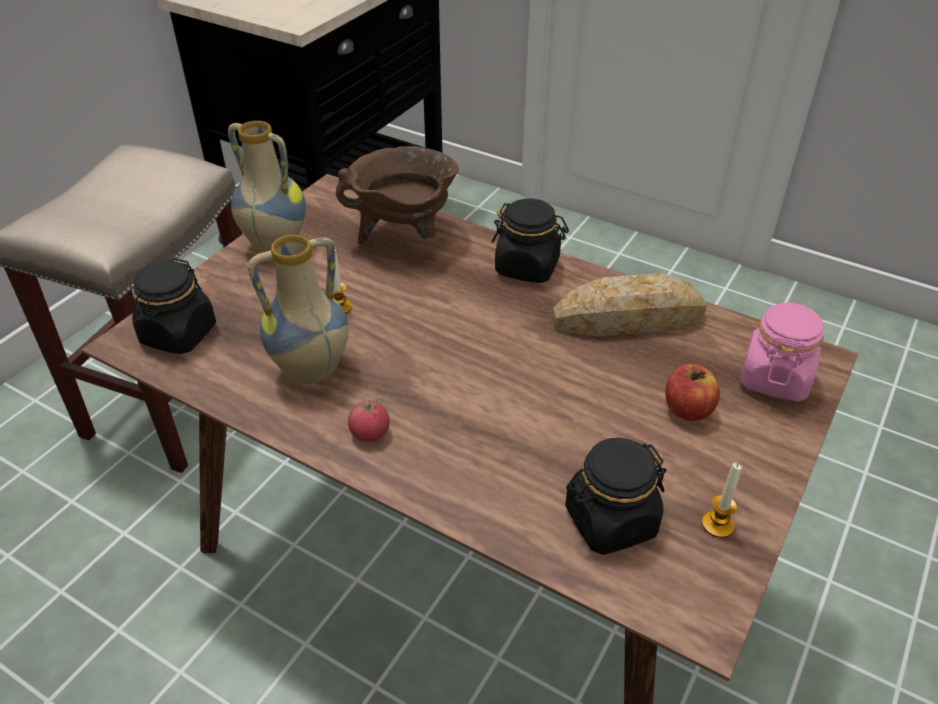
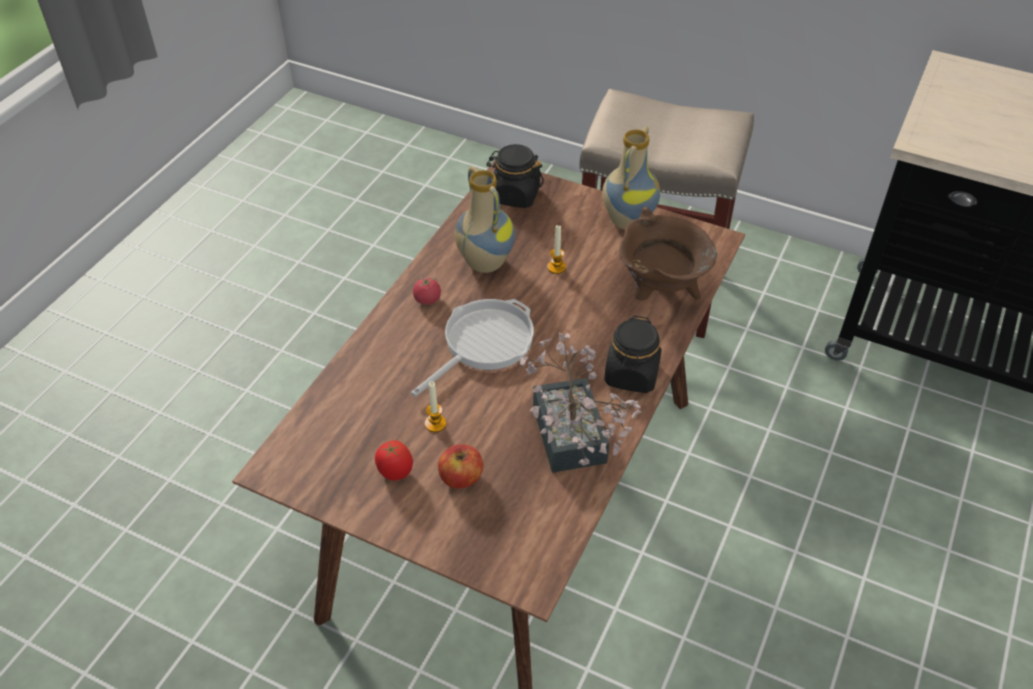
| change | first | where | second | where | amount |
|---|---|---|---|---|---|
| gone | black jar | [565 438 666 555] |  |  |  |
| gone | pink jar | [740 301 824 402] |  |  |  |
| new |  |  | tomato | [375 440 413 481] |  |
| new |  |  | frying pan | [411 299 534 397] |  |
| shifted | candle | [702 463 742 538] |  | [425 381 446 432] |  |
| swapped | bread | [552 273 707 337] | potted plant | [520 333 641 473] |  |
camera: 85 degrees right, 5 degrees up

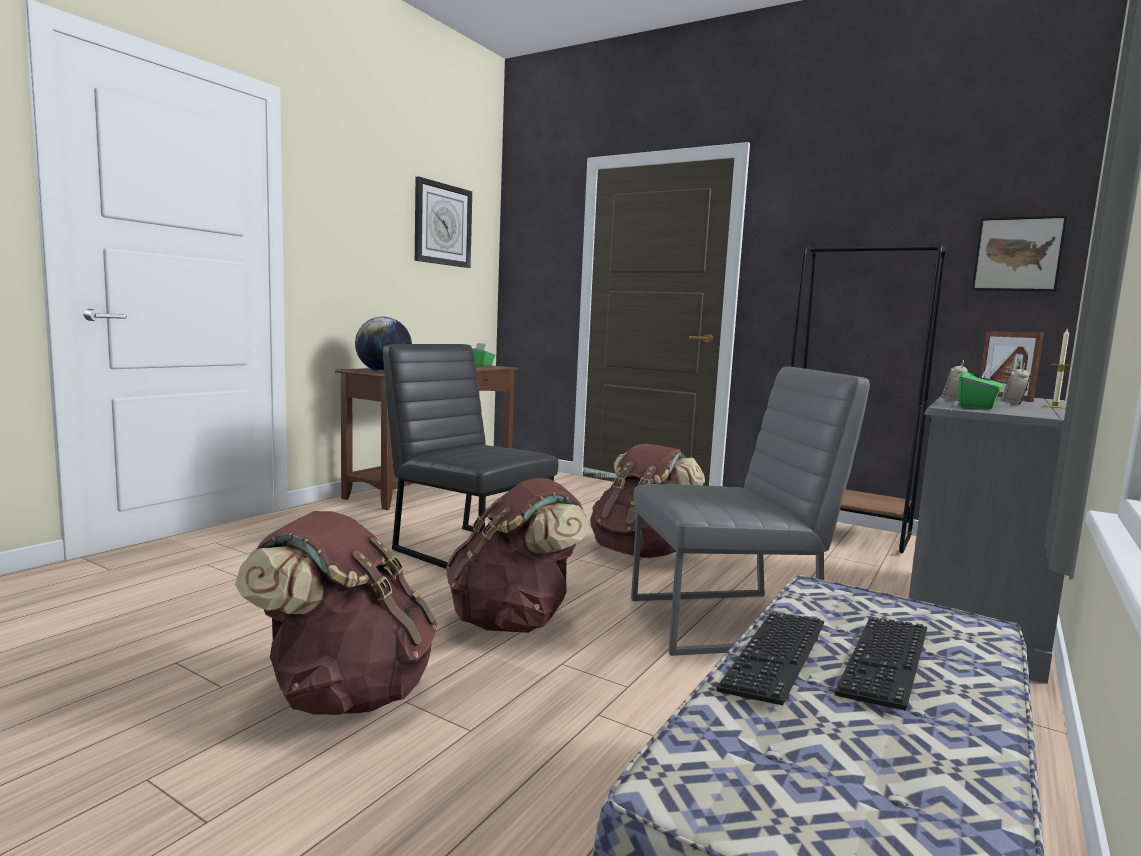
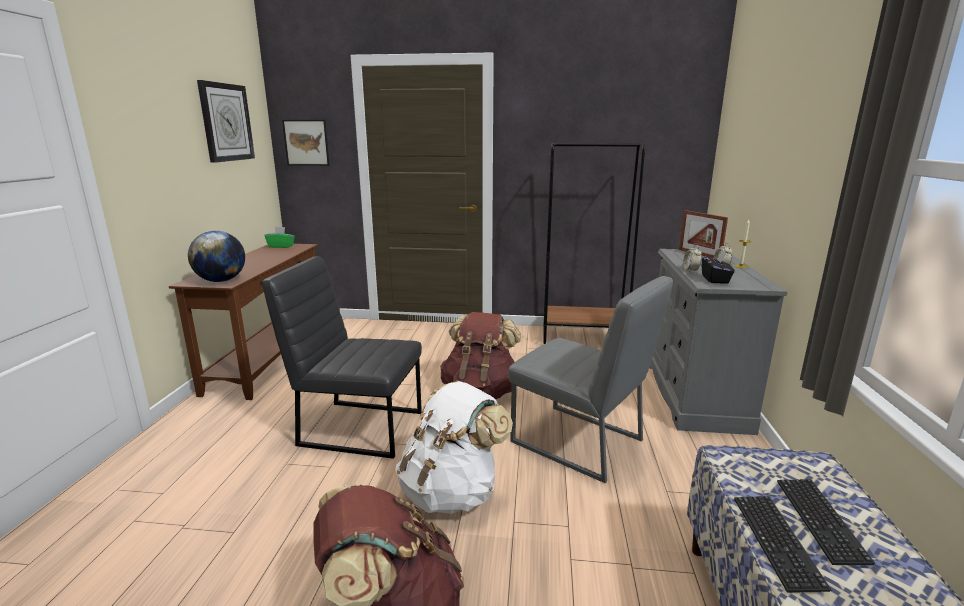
| change | first | where | second | where | amount |
|---|---|---|---|---|---|
| shifted | picture | [972 215 1068 291] |  | [282 120 330 166] |  |
| repainted | brown backpack | [446 478 589 633] | white backpack | [395 381 513 514] |  |
| repainted | green tissue box | [958 363 1003 409] | black tissue box | [702 252 735 284] |  |
| rotated | grey chair | [631 366 870 656] |  | [508 276 673 483] | 75 degrees clockwise |
camera: 25 degrees left, 10 degrees up

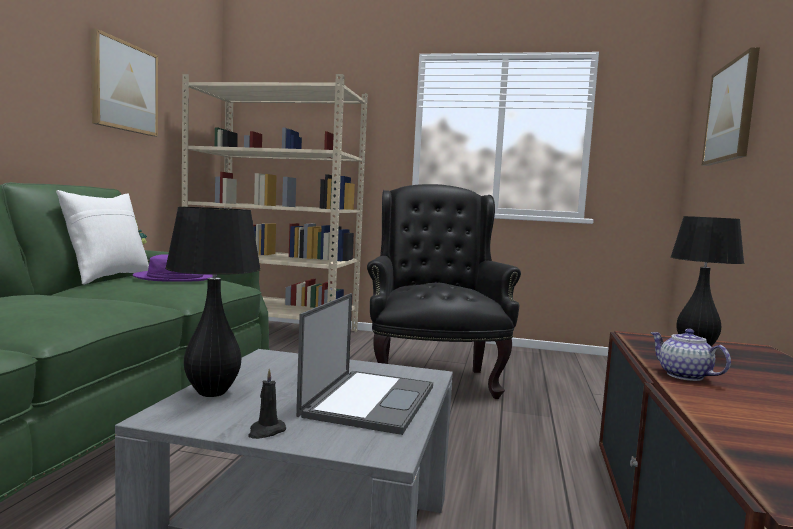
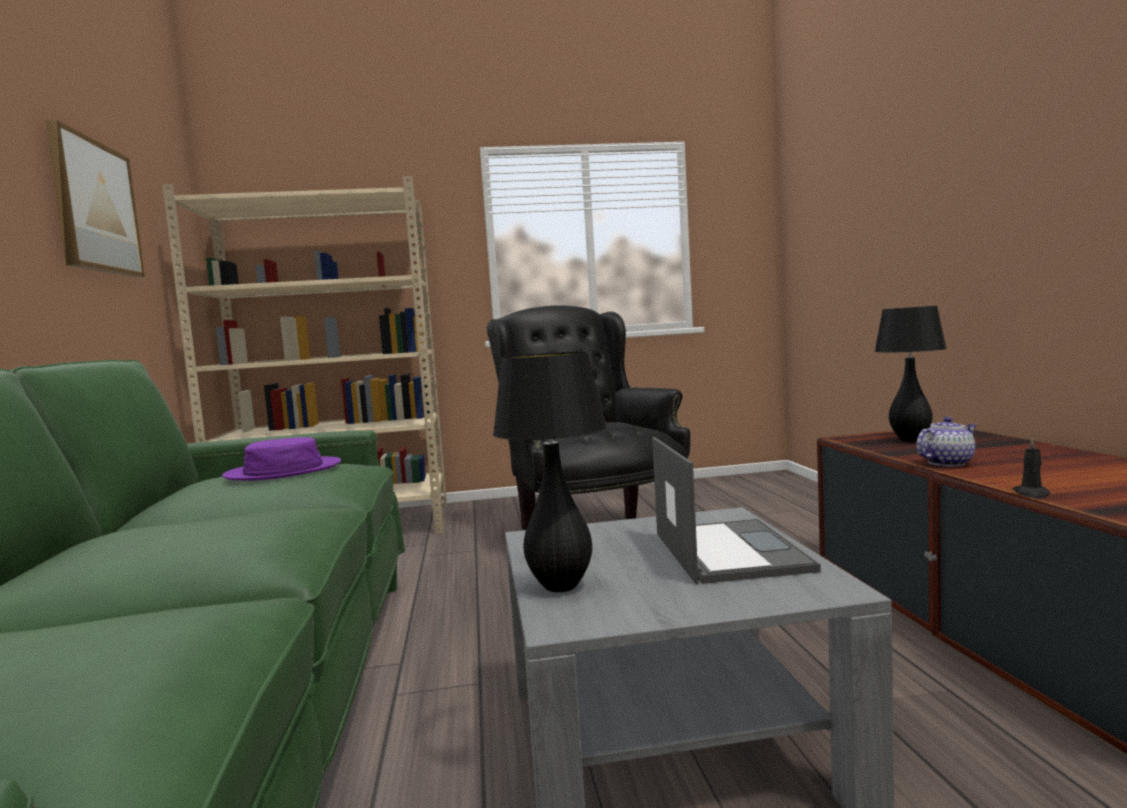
| change | first | where | second | where | amount |
|---|---|---|---|---|---|
| gone | white pillow | [56 190 149 285] |  |  |  |
| gone | picture | [702 47 760 166] |  |  |  |
| shifted | black candle | [248 369 286 439] |  | [1012 437 1050 498] |  |
| rotated | teapot | [650 329 731 381] |  | [916 417 977 467] | 120 degrees clockwise |
camera: 20 degrees left, 0 degrees up

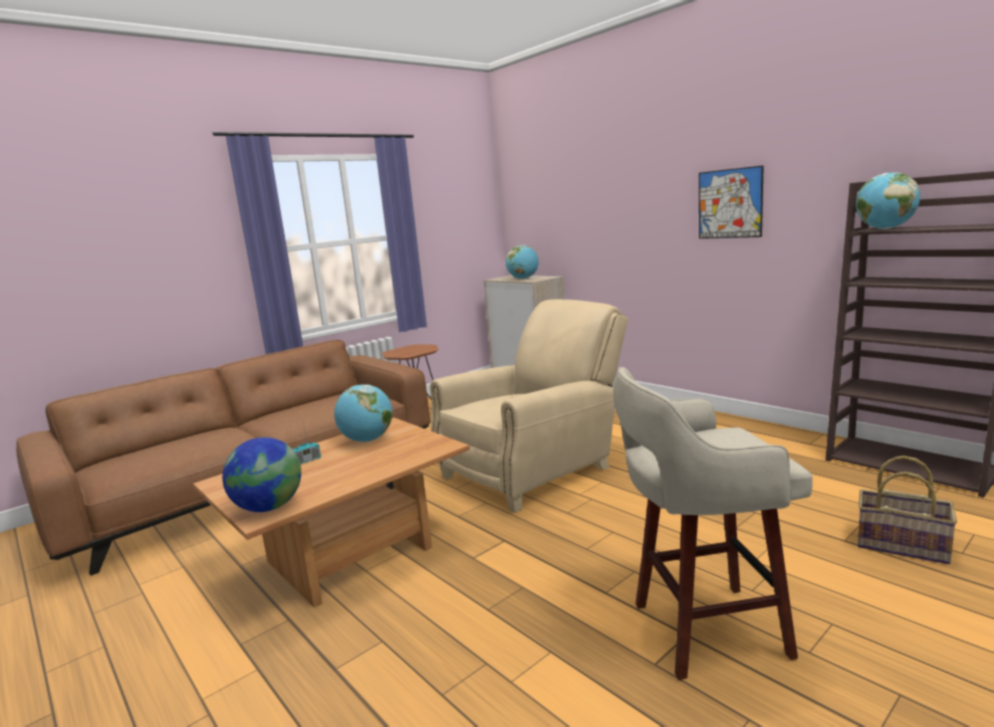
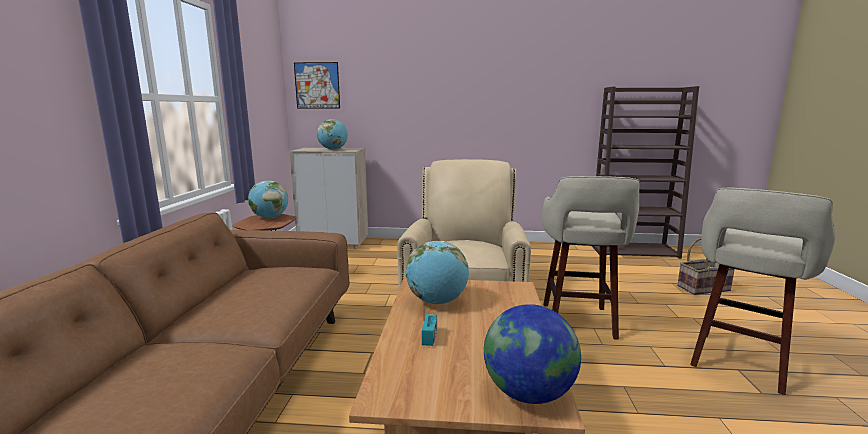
| change | first | where | second | where | amount |
|---|---|---|---|---|---|
| new |  |  | beige stool | [542 176 640 340] |  |
| shifted | picture | [699 165 764 239] |  | [294 62 340 109] |  |
| shifted | globe | [856 172 920 229] |  | [248 180 288 218] |  |
camera: 45 degrees left, 0 degrees up

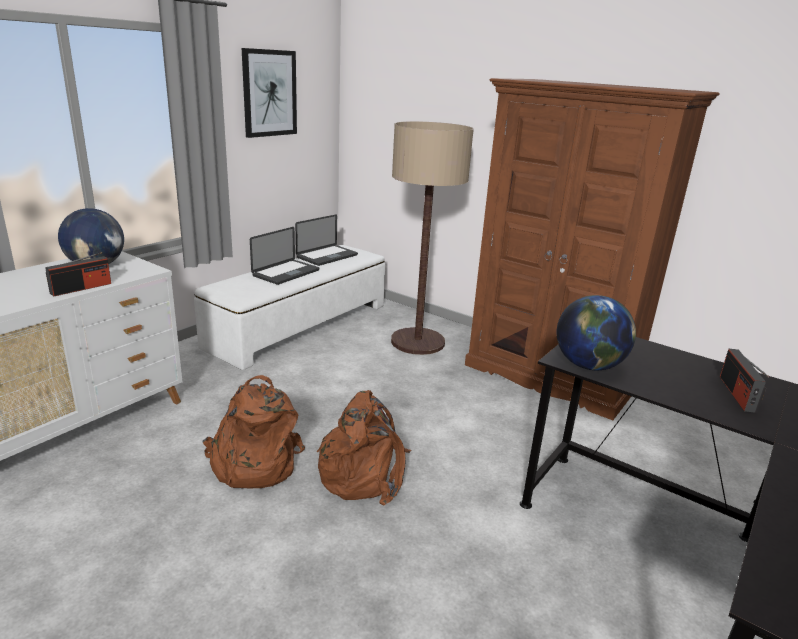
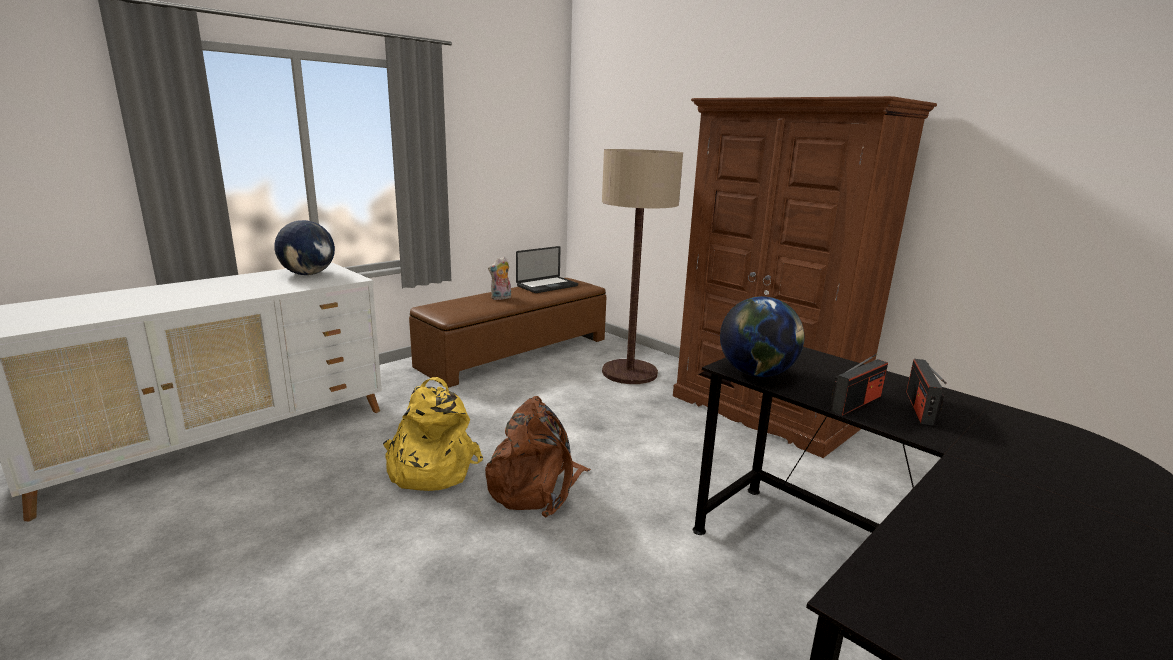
| change | first | where | second | where | amount |
|---|---|---|---|---|---|
| gone | picture | [242 48 297 138] |  |  |  |
| shifted | radio | [45 252 111 296] |  | [829 354 888 416] |  |
| swapped | laptop | [250 227 319 285] | plush toy | [488 257 511 300] |  |
| repainted | white bench | [194 245 385 370] | brown bench | [409 278 606 388] |  |
| repainted | brown backpack | [202 375 305 488] | yellow backpack | [383 377 483 491] |  |
camera: 10 degrees right, 5 degrees down

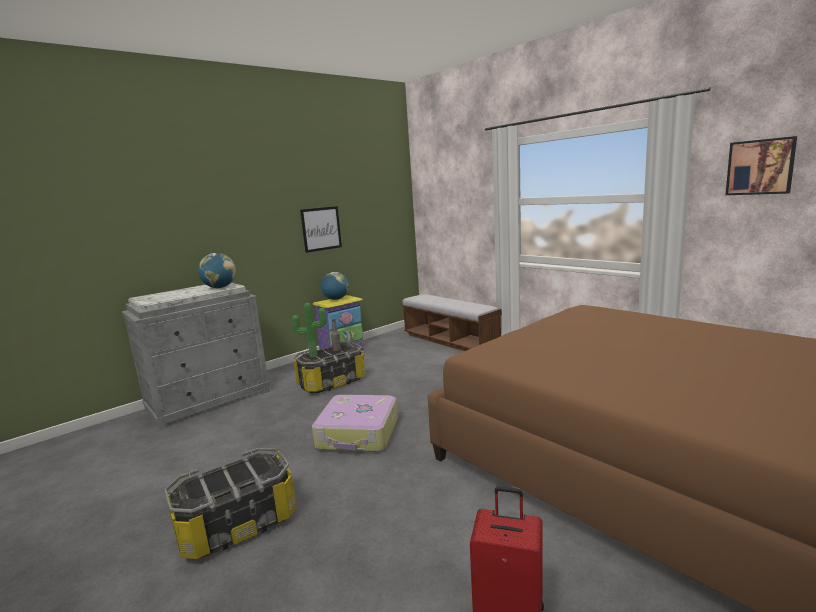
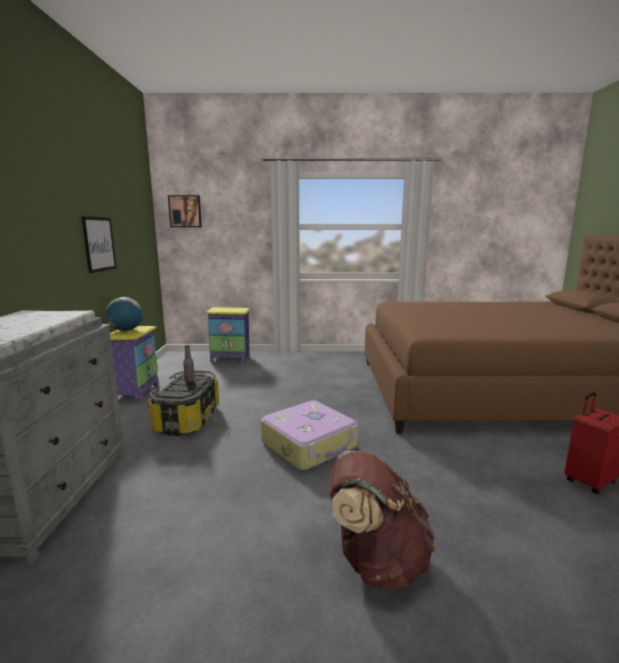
| change | first | where | second | where | amount |
|---|---|---|---|---|---|
| gone | globe | [198 253 236 288] |  |  |  |
| gone | potted plant | [292 303 327 358] |  |  |  |
| shifted | picture | [725 136 797 195] |  | [168 195 202 227] |  |
| swapped | storage box | [165 448 297 559] | brown backpack | [329 451 436 590] |  |
| swapped | bench | [402 294 502 351] | nightstand | [205 307 250 363] |  |
camera: 50 degrees left, 0 degrees up

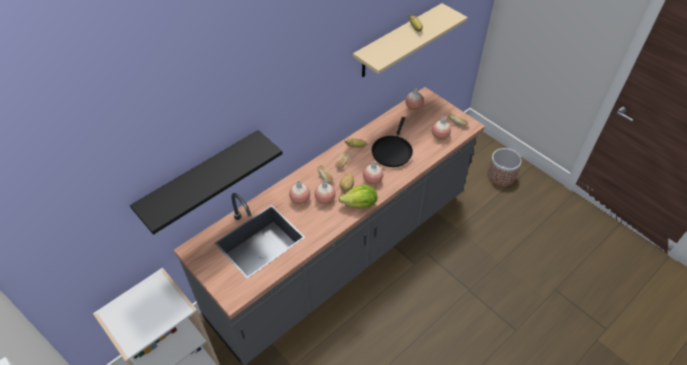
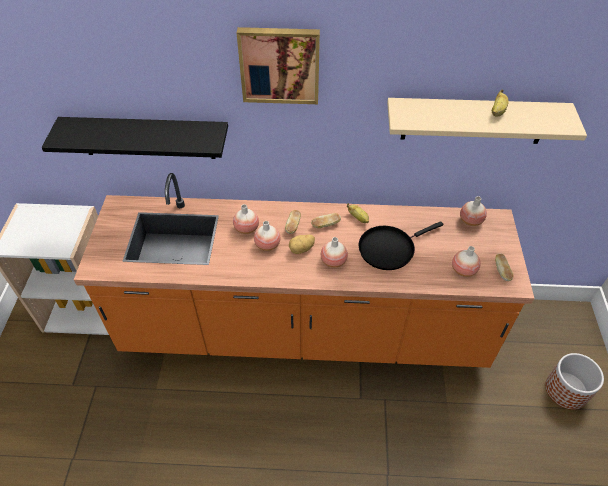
| change | first | where | second | where | amount |
|---|---|---|---|---|---|
| gone | lettuce | [339 185 378 209] |  |  |  |
| new |  |  | picture | [237 27 320 104] |  |
| repainted | grey counter | [174 87 485 365] | orange counter | [74 173 534 368] |  |
camera: 45 degrees right, 0 degrees up

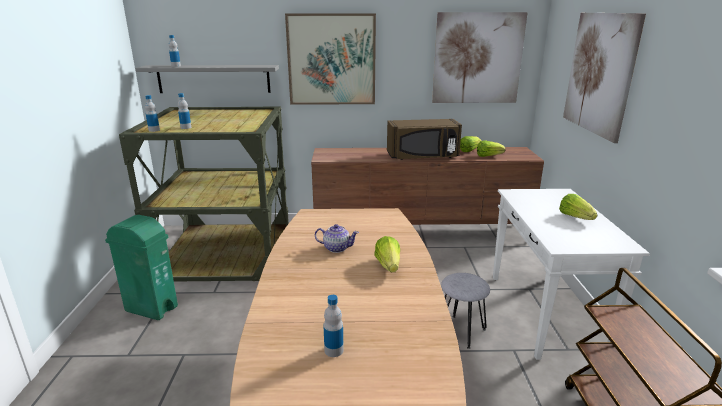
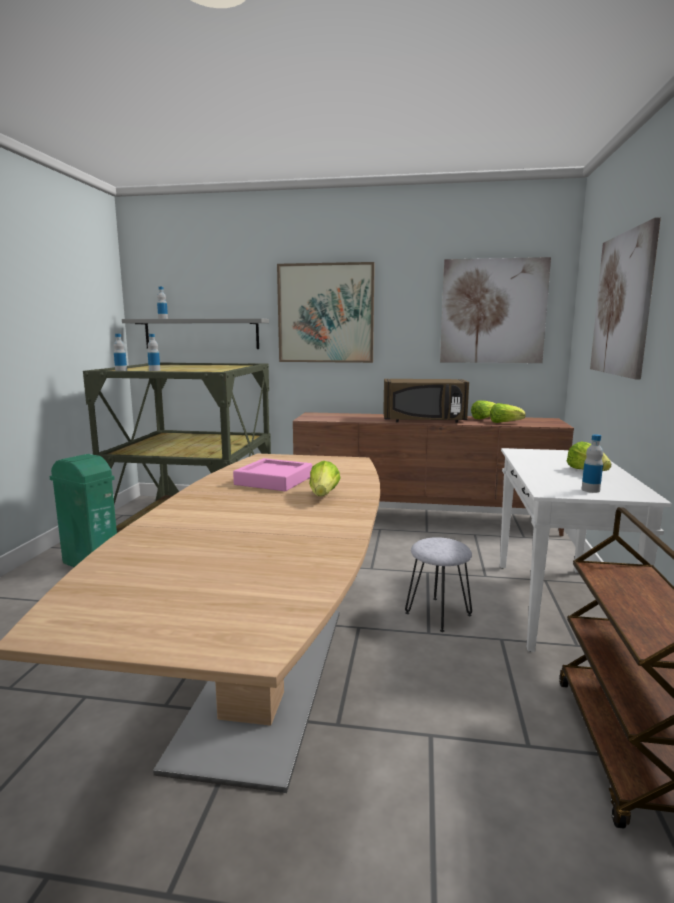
| change | first | where | second | where | amount |
|---|---|---|---|---|---|
| shifted | bottle | [324 295 344 357] |  | [582 434 603 493] |  |
| swapped | teapot | [315 224 359 253] | pink tray | [233 458 312 491] |  |
camera: 10 degrees right, 10 degrees down

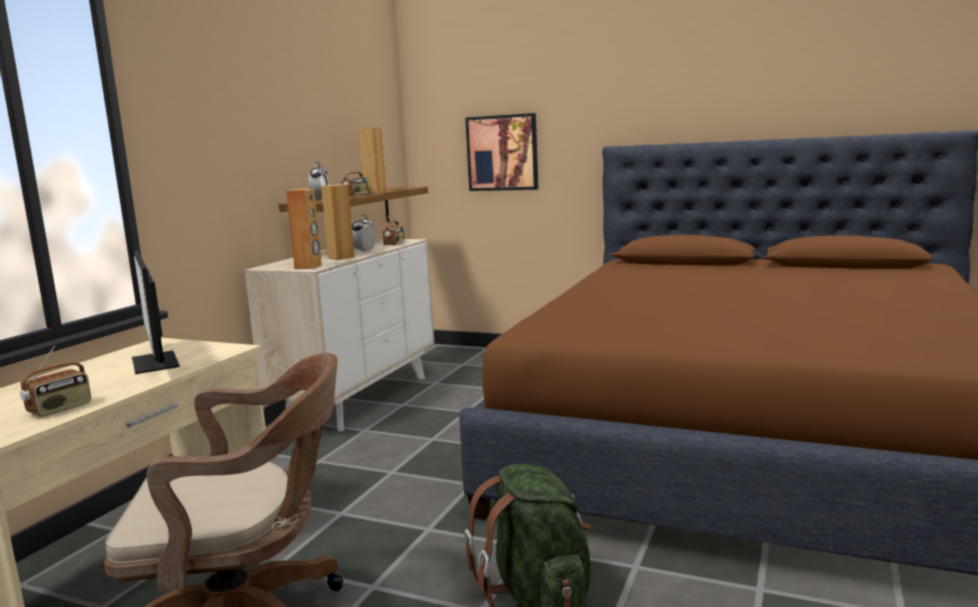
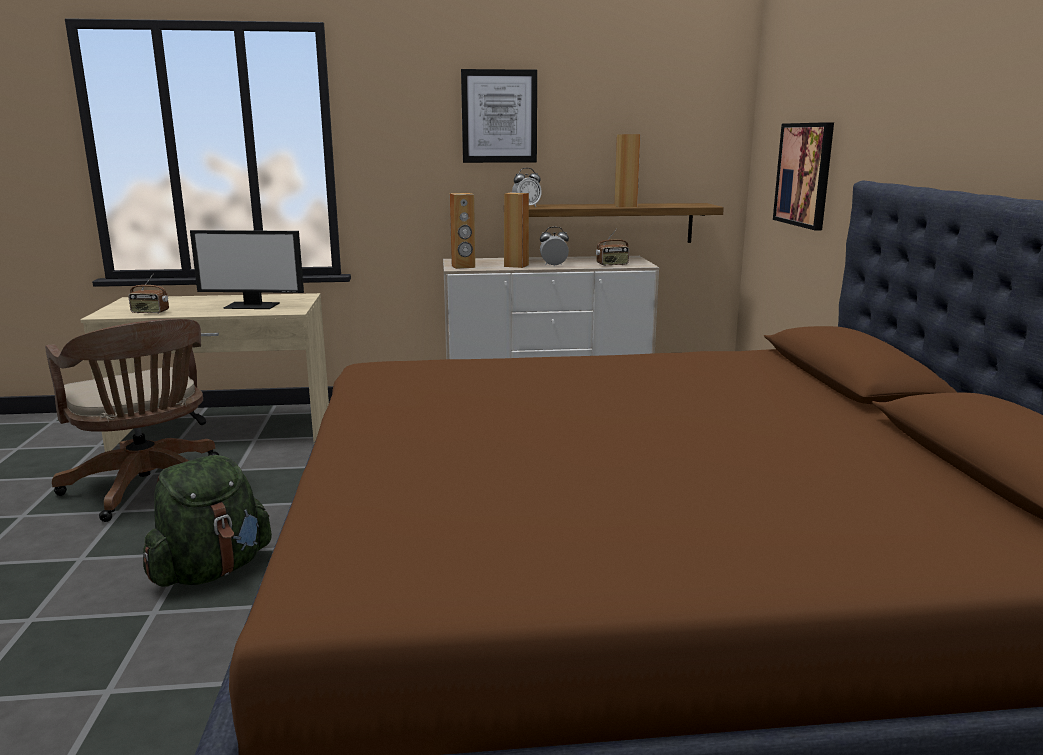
| change | first | where | second | where | amount |
|---|---|---|---|---|---|
| gone | radio | [341 163 368 196] |  |  |  |
| new |  |  | picture | [461 69 537 163] |  |
| rotated | monitor | [132 251 180 374] |  | [190 230 304 309] | 120 degrees counterclockwise |
camera: 60 degrees right, 5 degrees up

